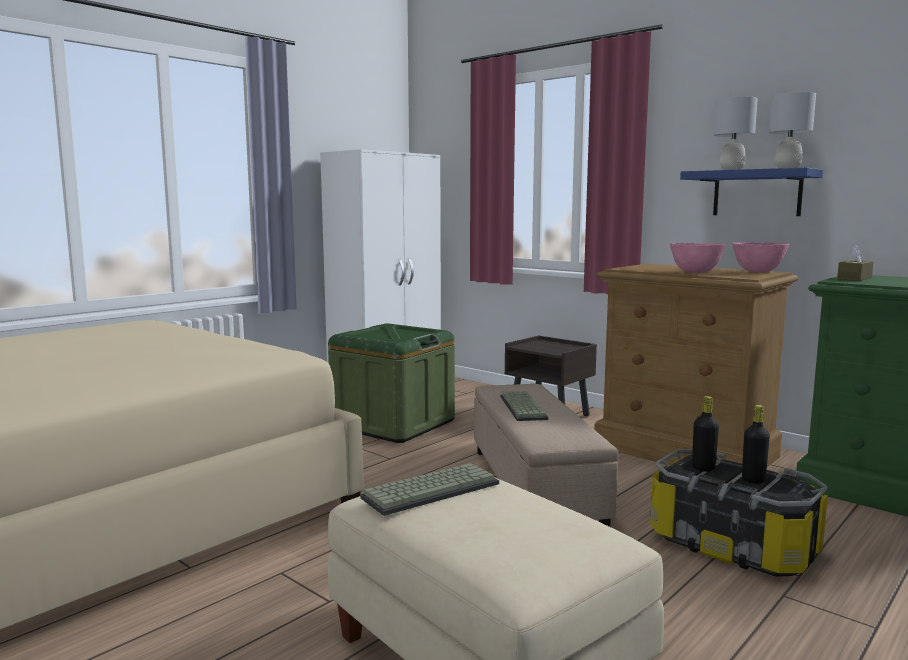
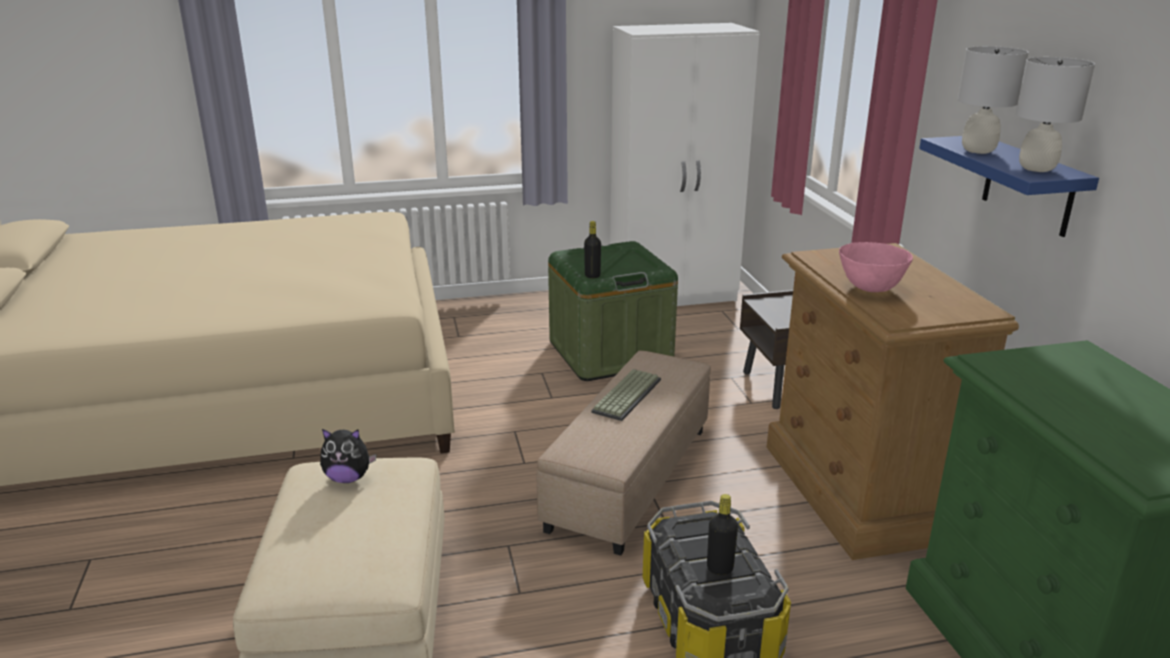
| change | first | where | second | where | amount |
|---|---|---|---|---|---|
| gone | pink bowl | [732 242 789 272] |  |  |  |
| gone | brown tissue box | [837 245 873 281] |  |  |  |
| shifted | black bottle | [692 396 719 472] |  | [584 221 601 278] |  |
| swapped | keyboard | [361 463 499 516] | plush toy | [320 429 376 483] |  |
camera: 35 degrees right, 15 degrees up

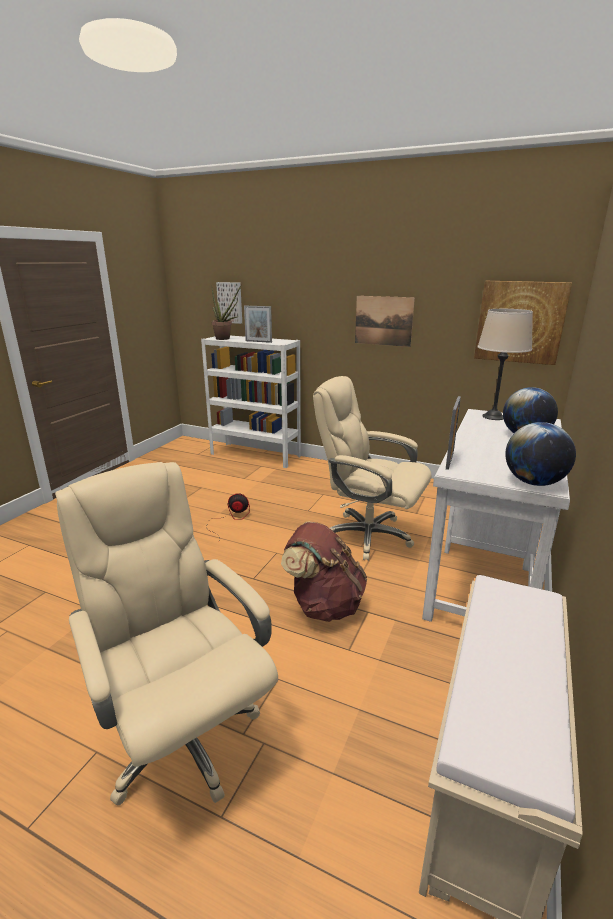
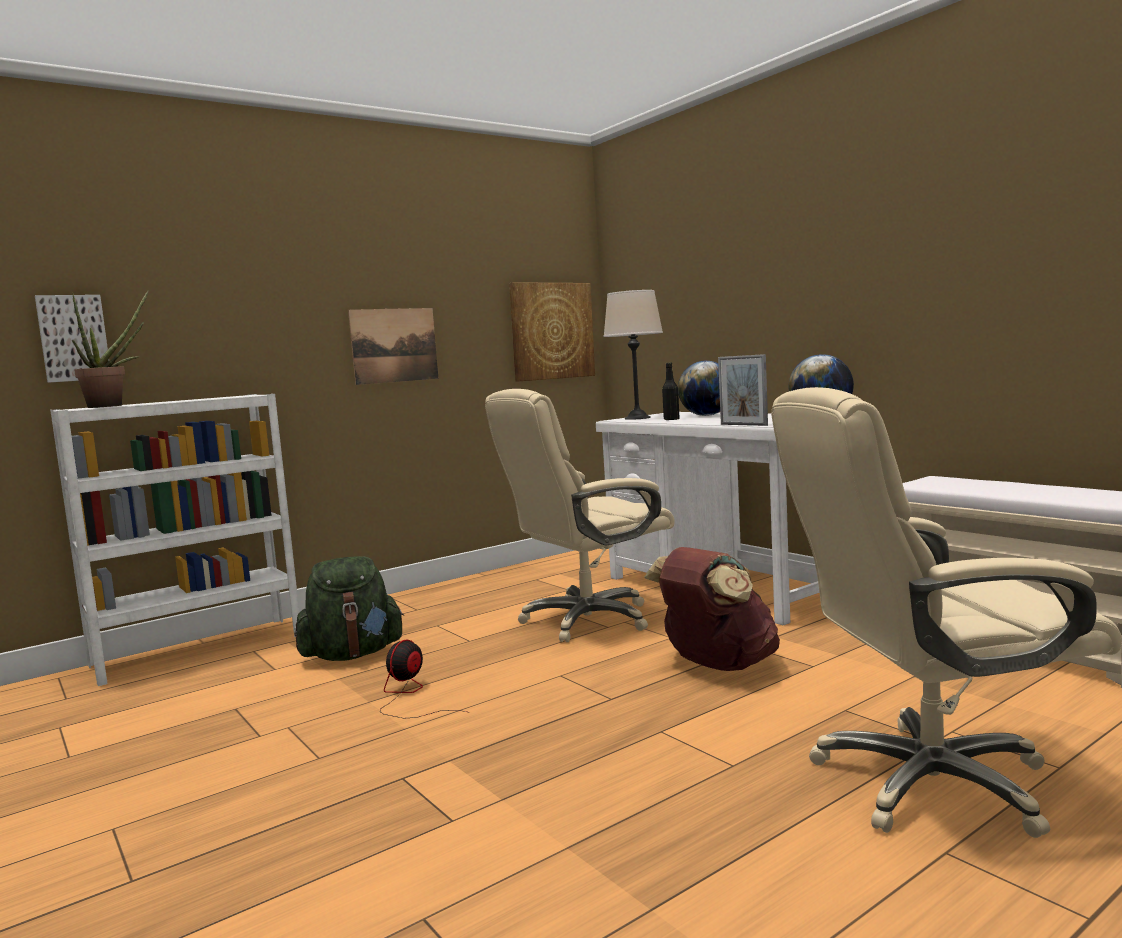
| change | first | where | second | where | amount |
|---|---|---|---|---|---|
| gone | picture frame | [244 306 272 343] |  |  |  |
| new |  |  | green backpack | [294 556 404 661] |  |
| new |  |  | black bottle | [662 363 680 420] |  |
camera: 60 degrees left, 15 degrees down

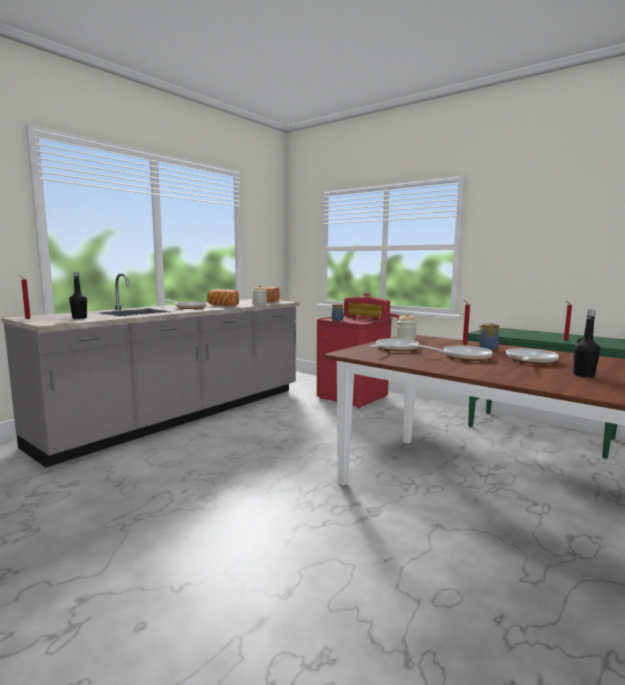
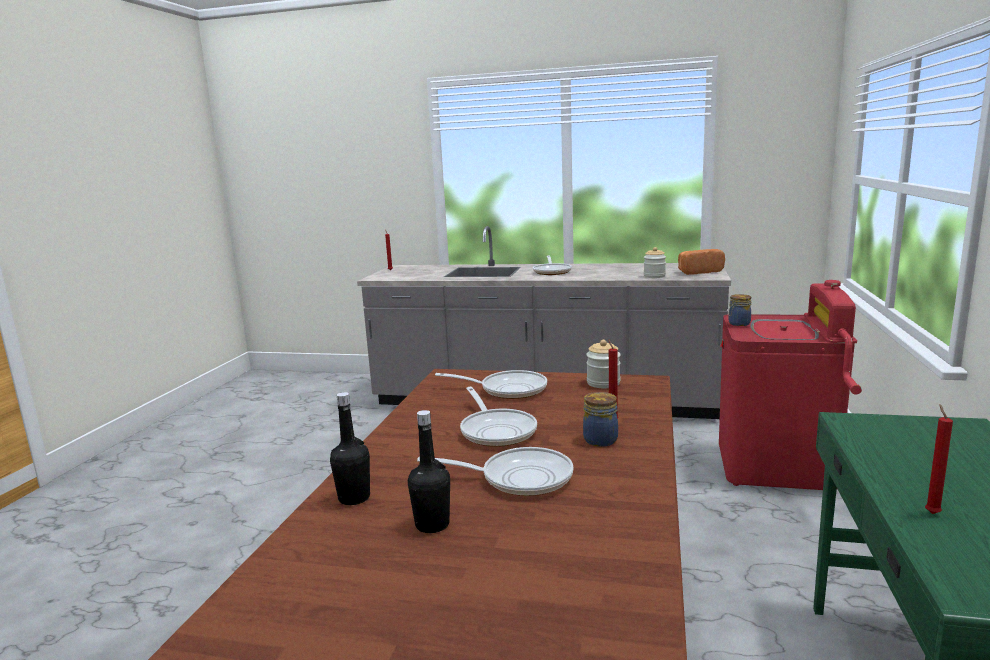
| change | first | where | second | where | amount |
|---|---|---|---|---|---|
| gone | bread | [207 289 239 306] |  |  |  |
| shifted | black bottle | [69 272 87 319] |  | [330 392 370 505] |  |
camera: 65 degrees right, 5 degrees up

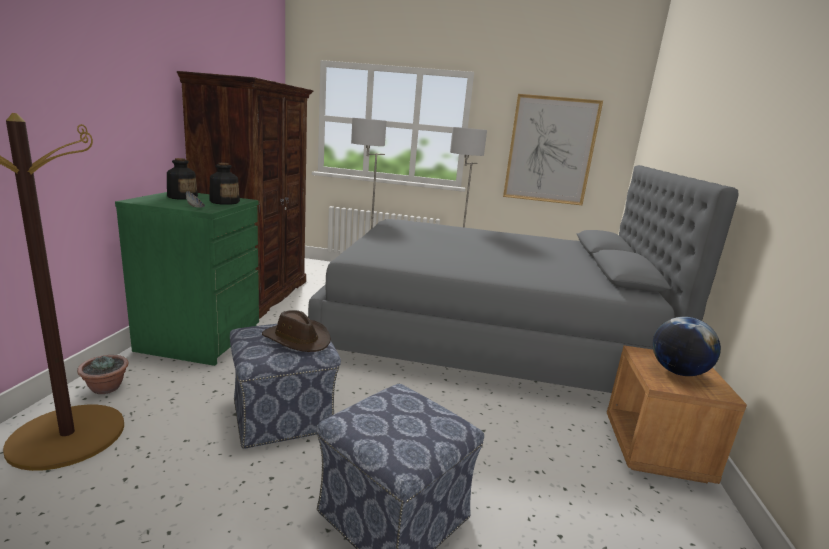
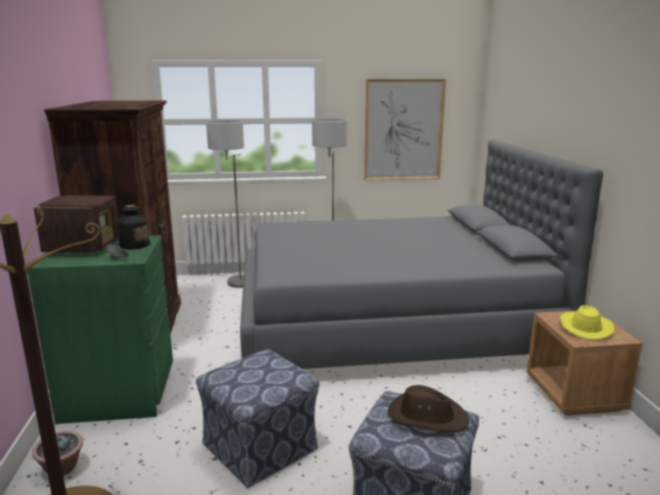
| change | first | where | second | where | amount |
|---|---|---|---|---|---|
| shifted | brown hat | [262 310 331 352] |  | [388 385 469 432] |  |
| swapped | bottle | [167 158 198 200] | radio | [34 195 119 254] |  |
| swapped | globe | [652 317 721 376] | yellow hat | [560 305 614 340] |  |
camera: 15 degrees left, 0 degrees up

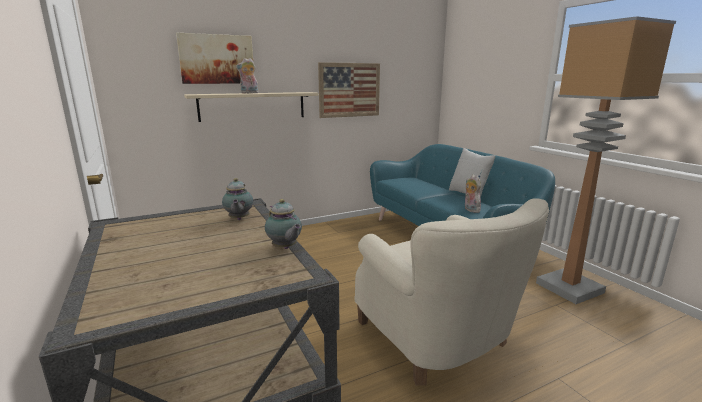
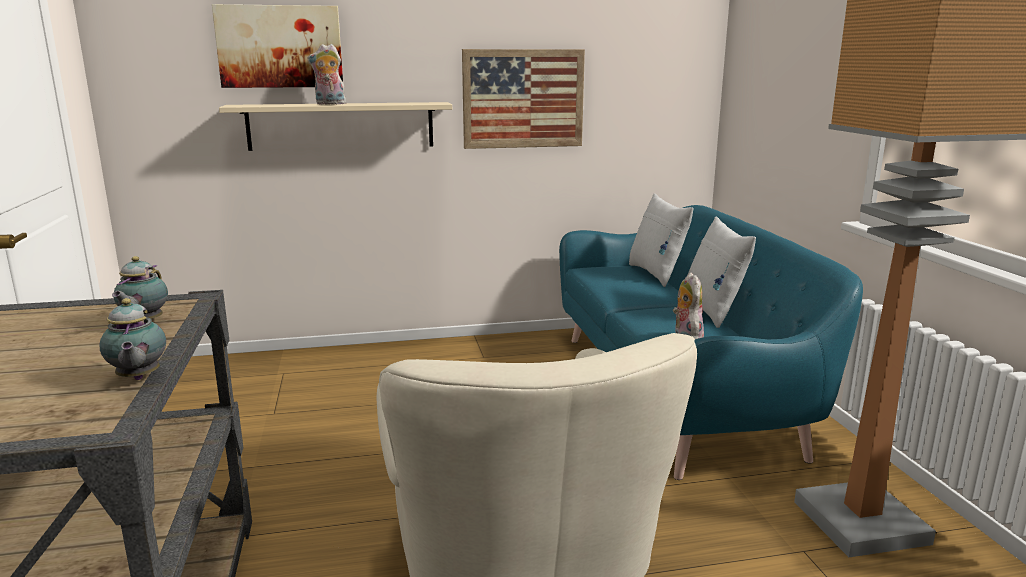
| change | first | where | second | where | amount |
|---|---|---|---|---|---|
| new |  |  | grey pillow | [629 193 693 287] |  |
camera: 15 degrees right, 0 degrees up

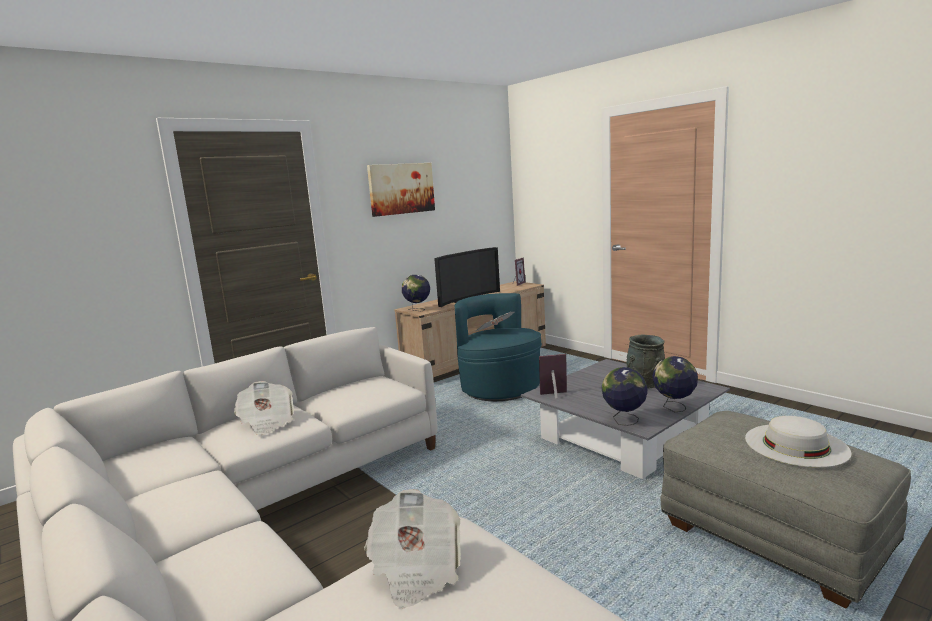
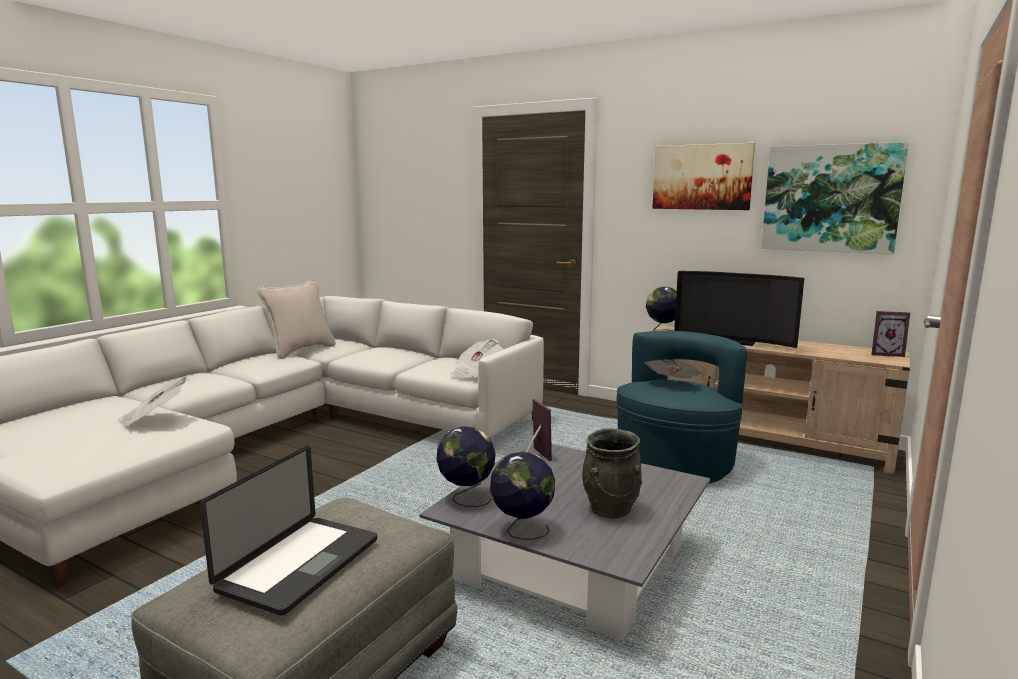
| change | first | where | second | where | amount |
|---|---|---|---|---|---|
| new |  |  | beige pillow | [257 279 336 359] |  |
| new |  |  | picture | [761 142 909 254] |  |
| shifted | newspaper | [234 381 294 435] |  | [450 339 503 378] |  |
| swapped | white hat | [745 416 852 468] | laptop | [200 446 377 616] |  |
camera: 70 degrees right, 0 degrees up

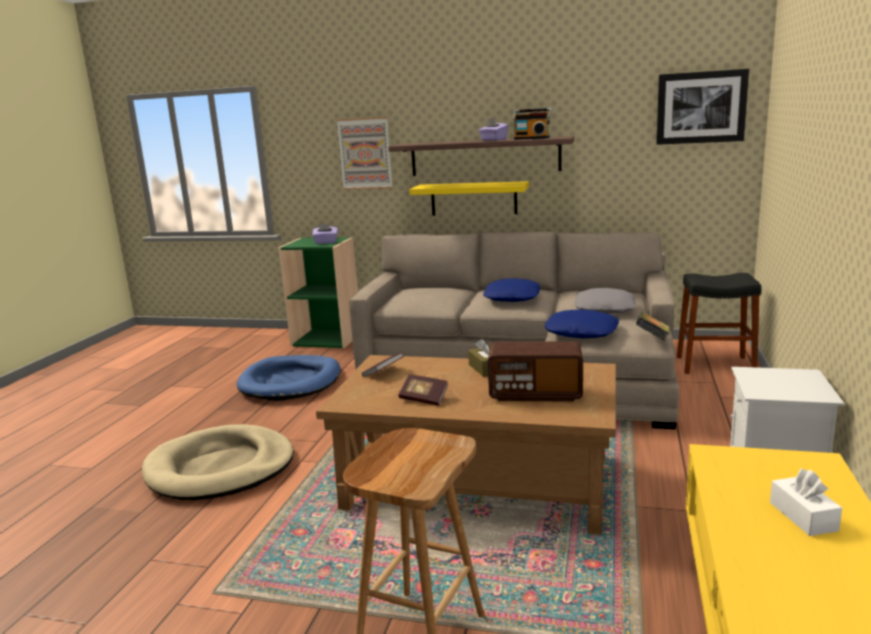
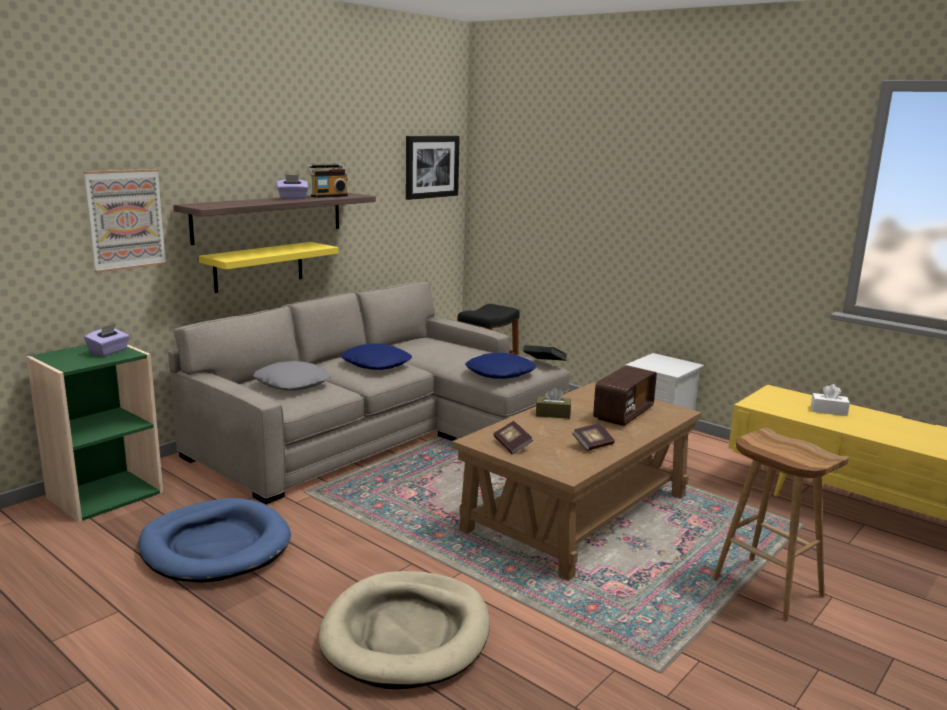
| change | first | where | second | where | amount |
|---|---|---|---|---|---|
| shifted | grey pillow | [575 288 636 314] |  | [253 361 331 391] |  |
camera: 65 degrees left, 0 degrees up

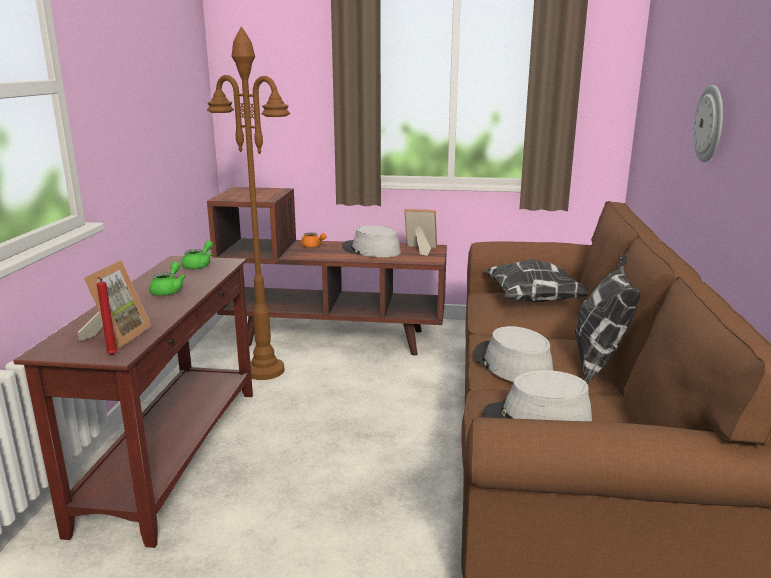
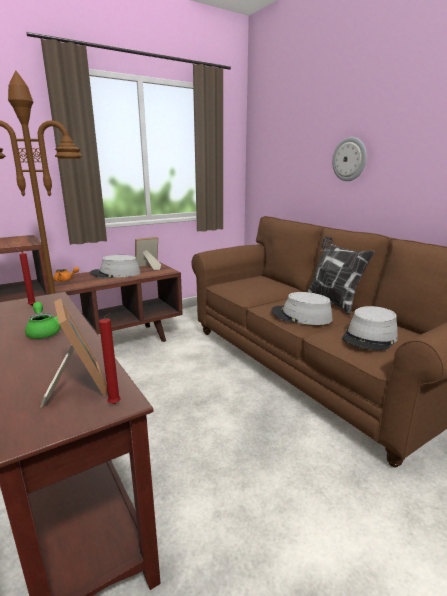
| change | first | where | second | where | amount |
|---|---|---|---|---|---|
| gone | pillow | [484 259 588 302] |  |  |  |
| swapped | green teapot | [181 241 213 270] | red candle | [14 248 36 306] |  |
camera: 40 degrees left, 0 degrees up

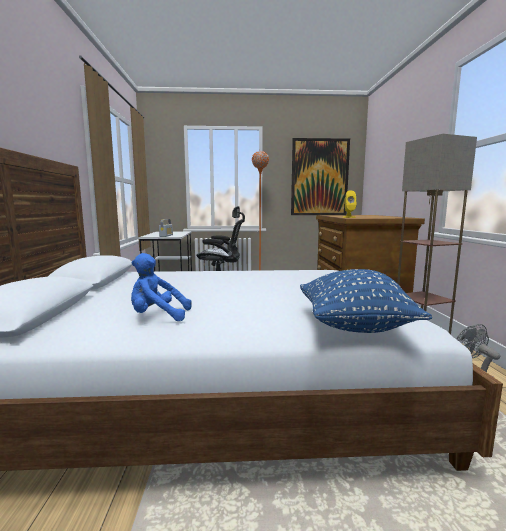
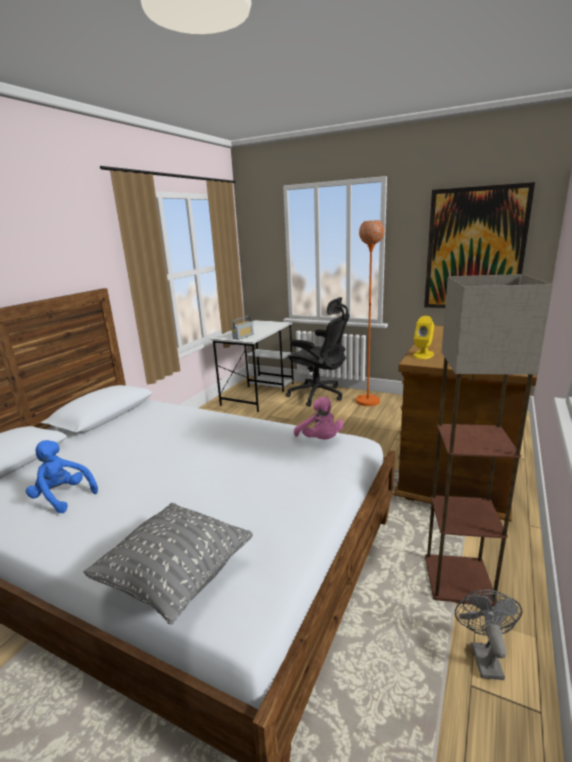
| change | first | where | second | where | amount |
|---|---|---|---|---|---|
| new |  |  | pink plush toy | [294 397 344 440] |  |
| repainted | blue pillow | [300 269 432 333] | grey pillow | [83 503 253 624] |  |
camera: 30 degrees right, 10 degrees up

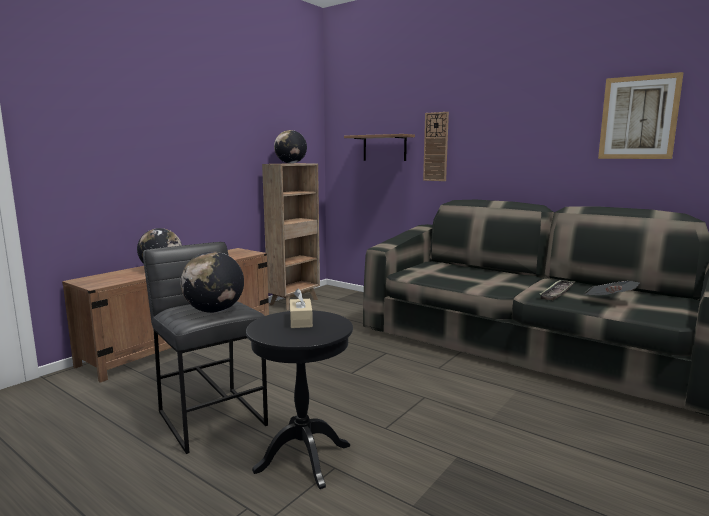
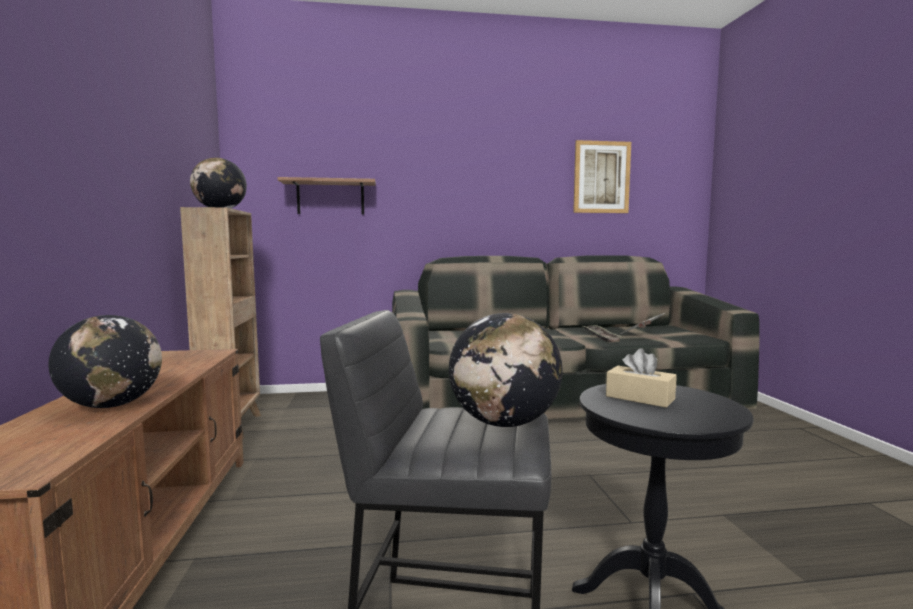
| change | first | where | second | where | amount |
|---|---|---|---|---|---|
| gone | wall clock | [423 112 449 181] |  |  |  |
camera: 45 degrees left, 5 degrees down

